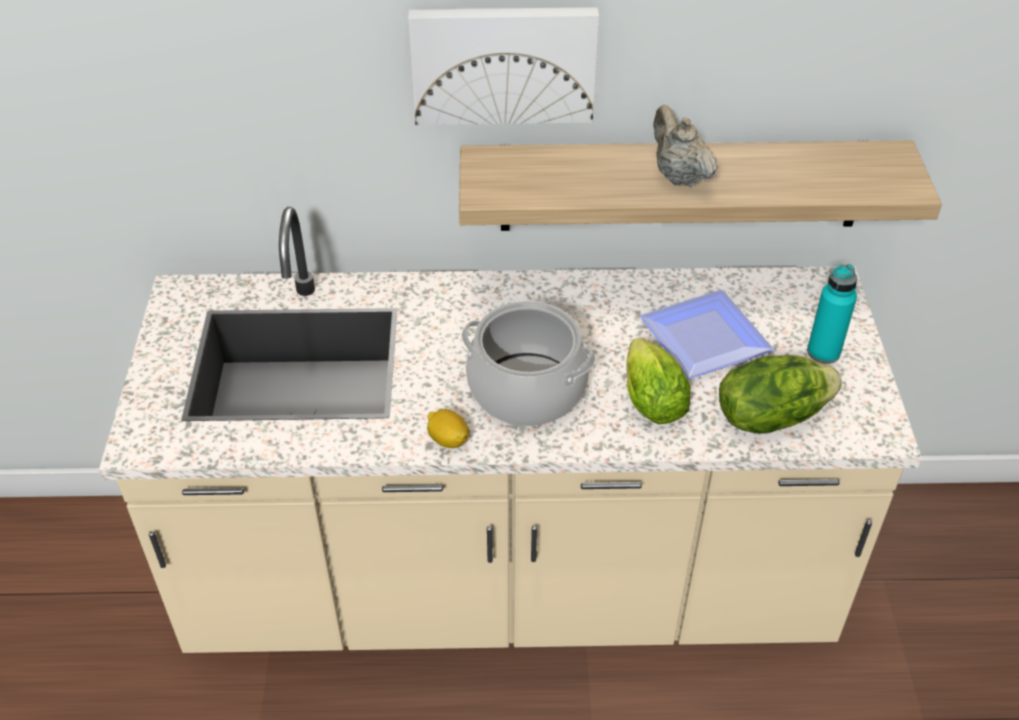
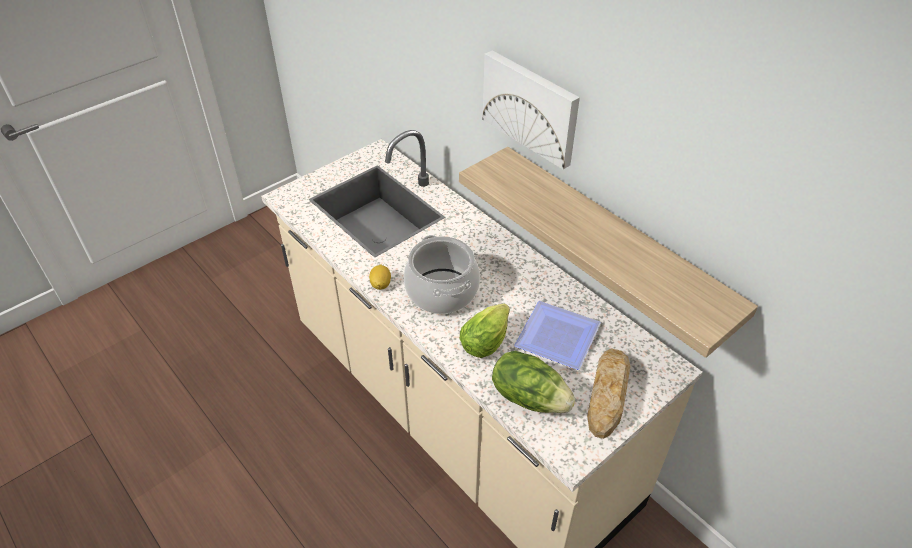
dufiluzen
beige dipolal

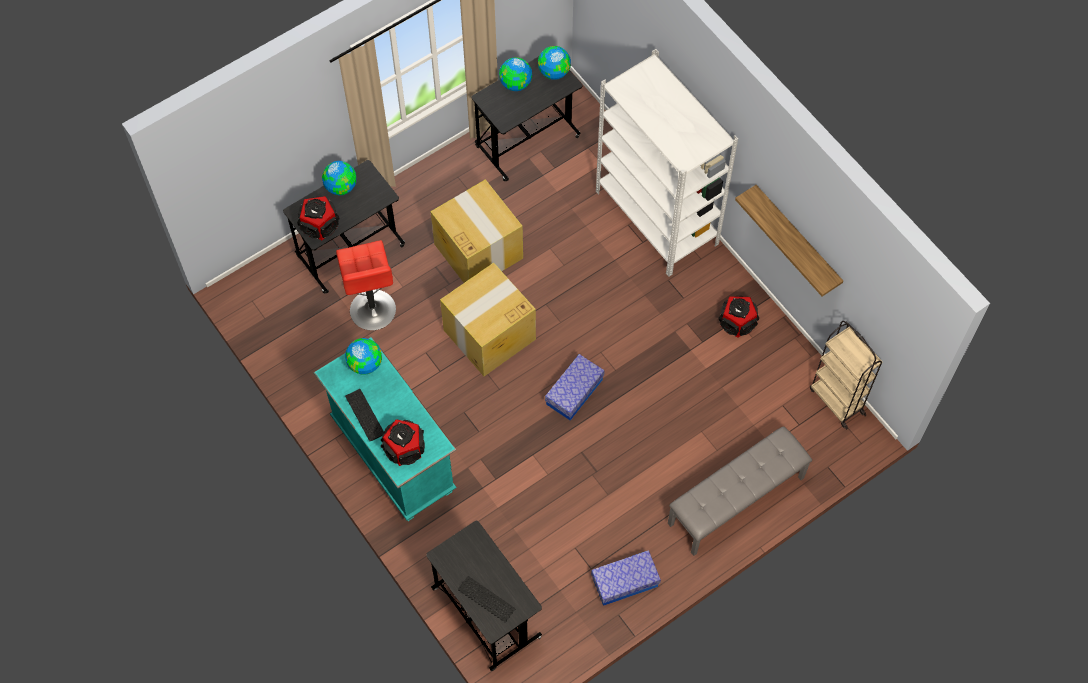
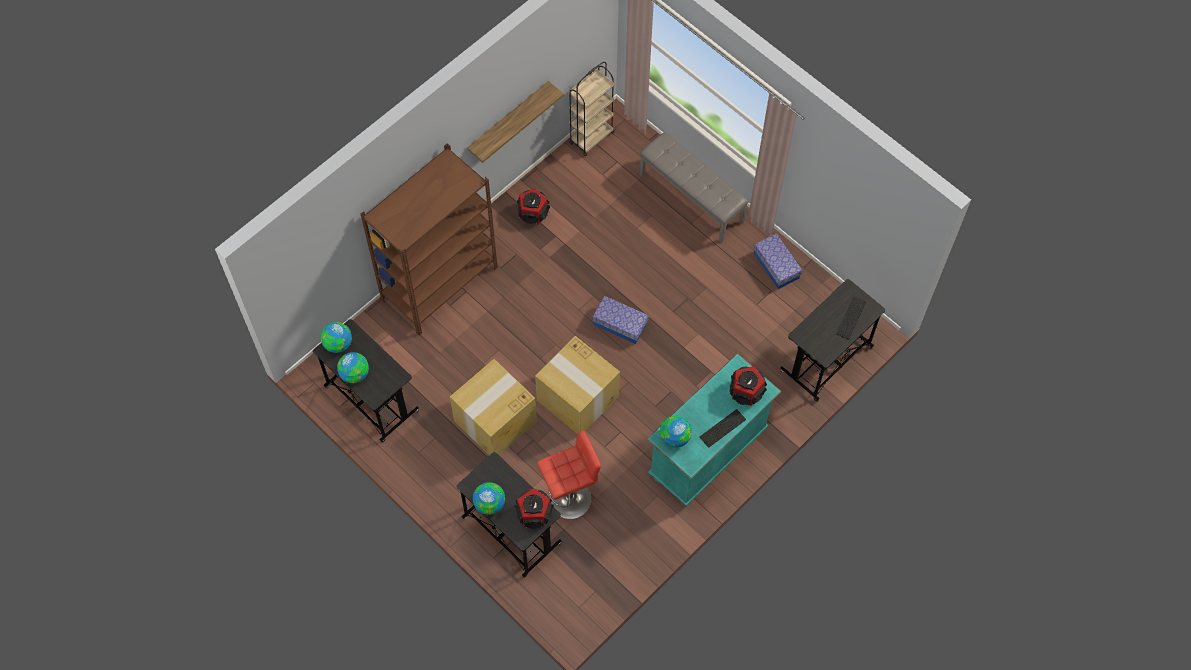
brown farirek

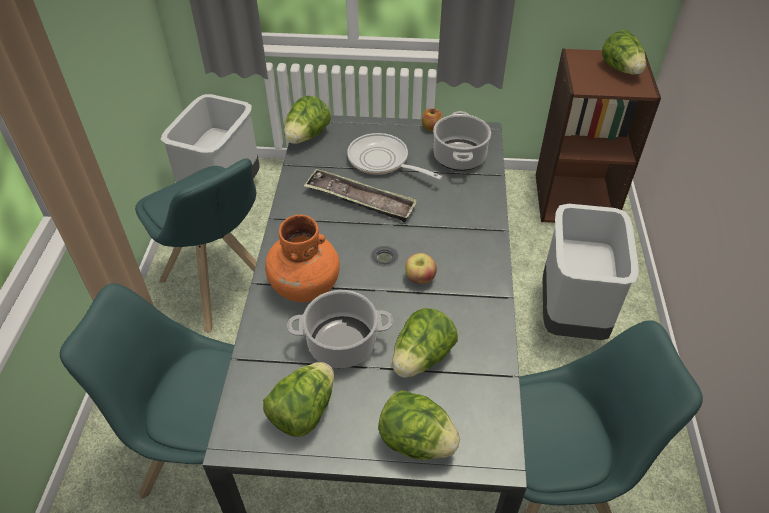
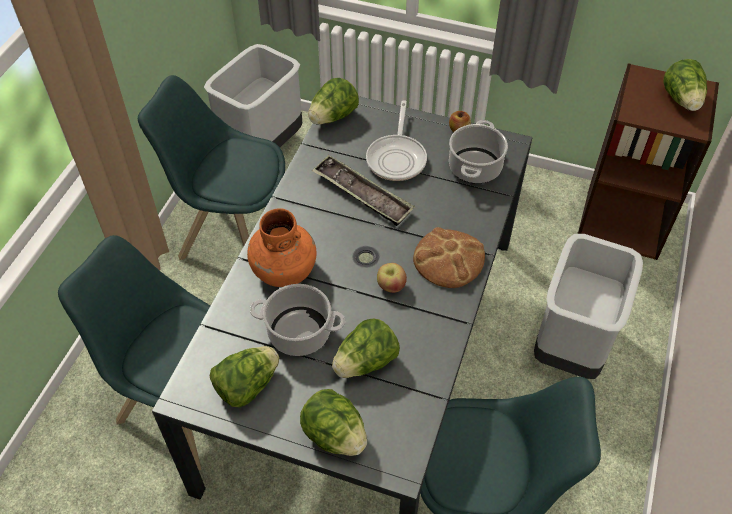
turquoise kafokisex (no. 2 from left)
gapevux
dufiluzen

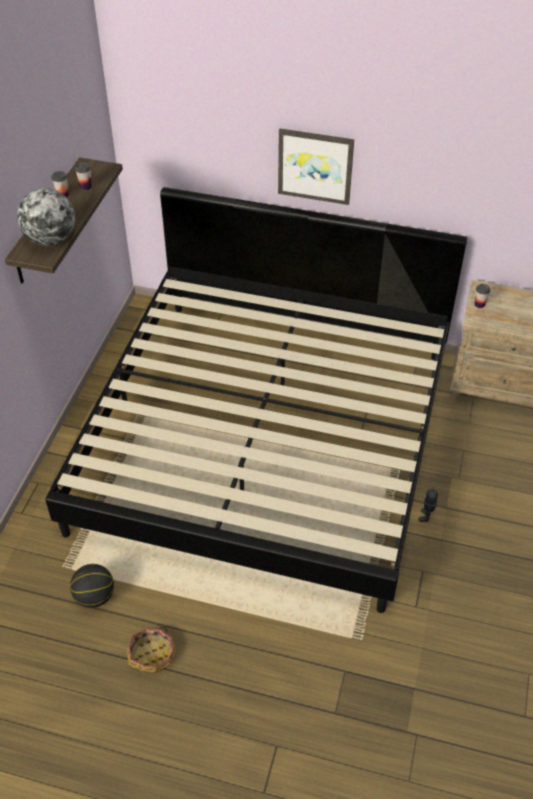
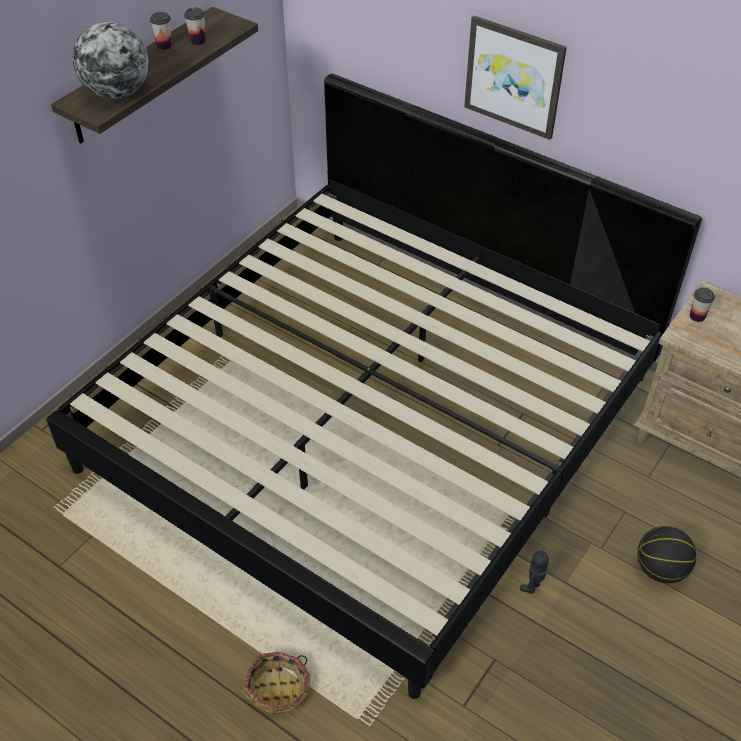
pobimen
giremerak

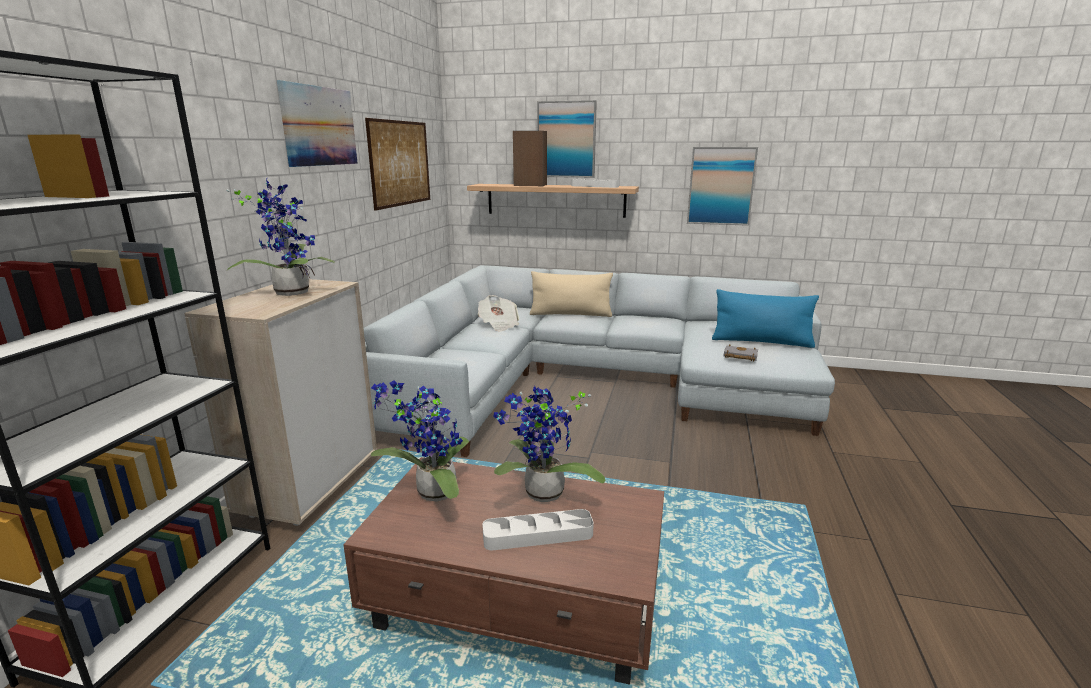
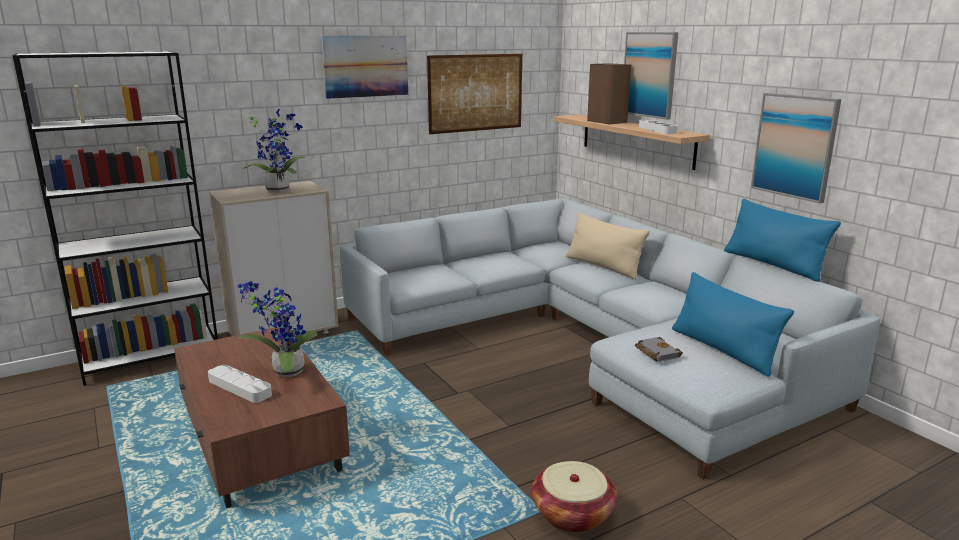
pobimen
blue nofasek (no. 2 from left)
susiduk (no. 2 from left in the first image)
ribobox

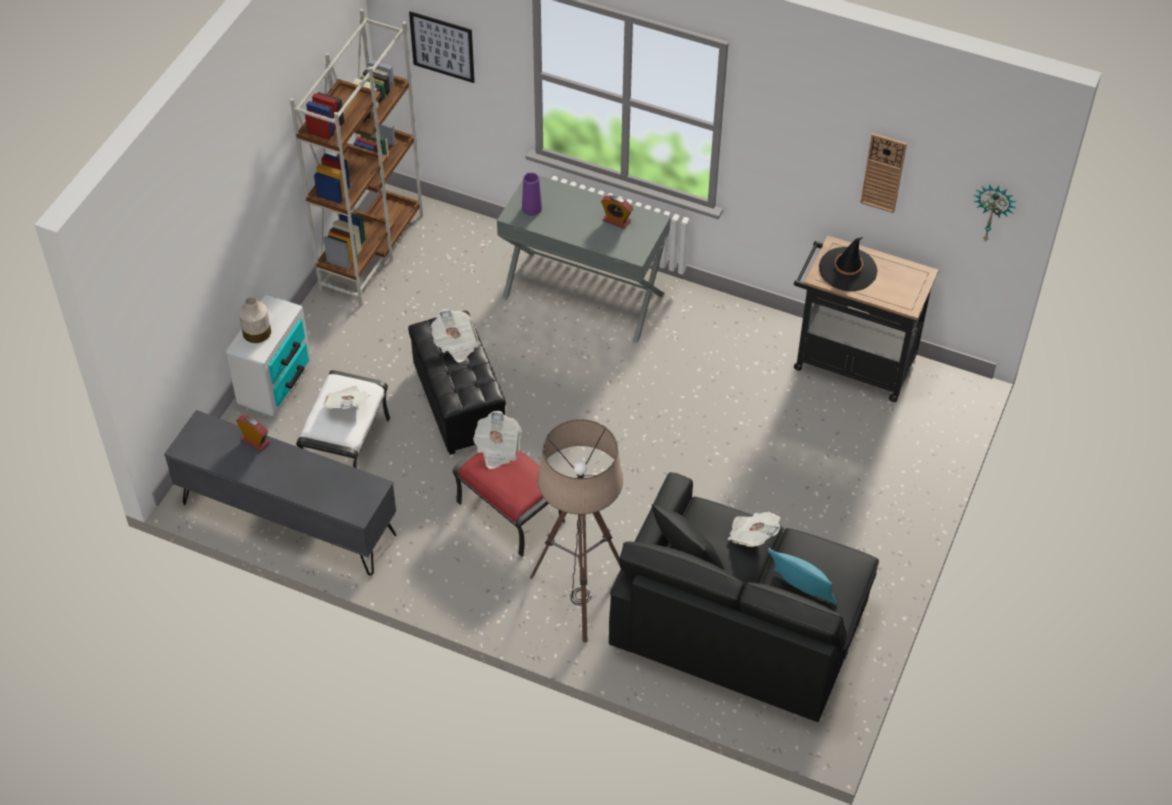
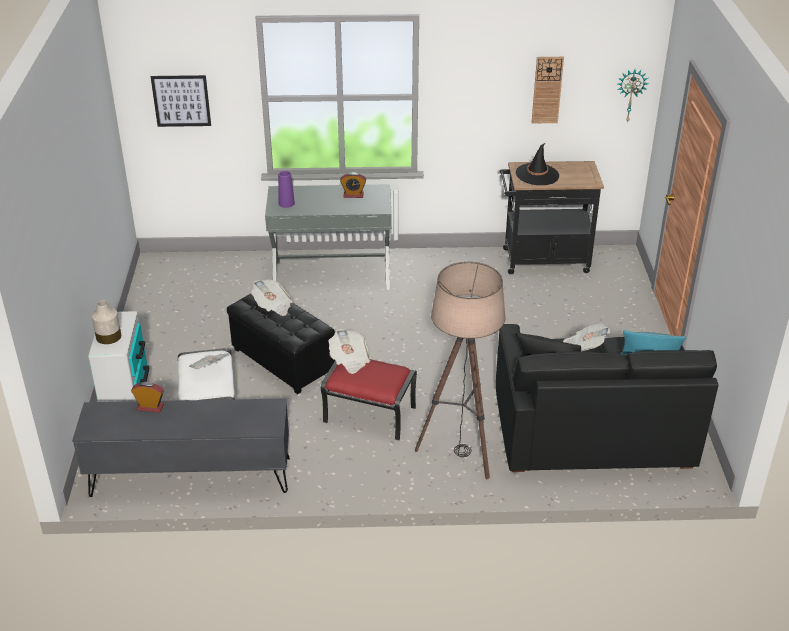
brown farirek

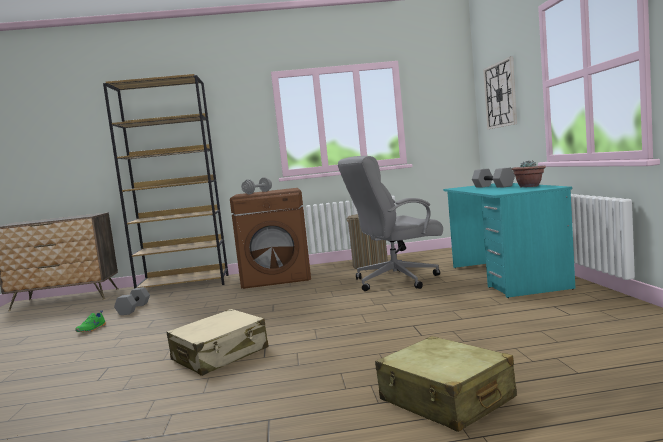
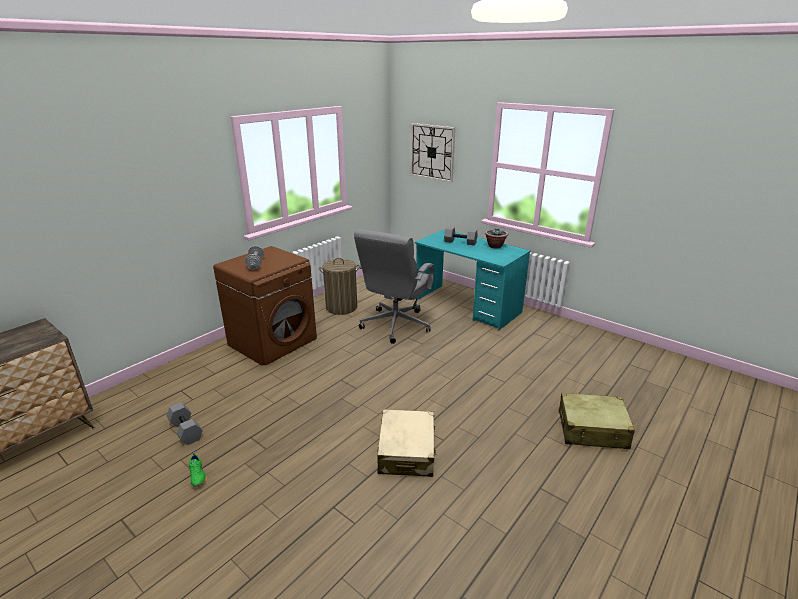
brown farirek

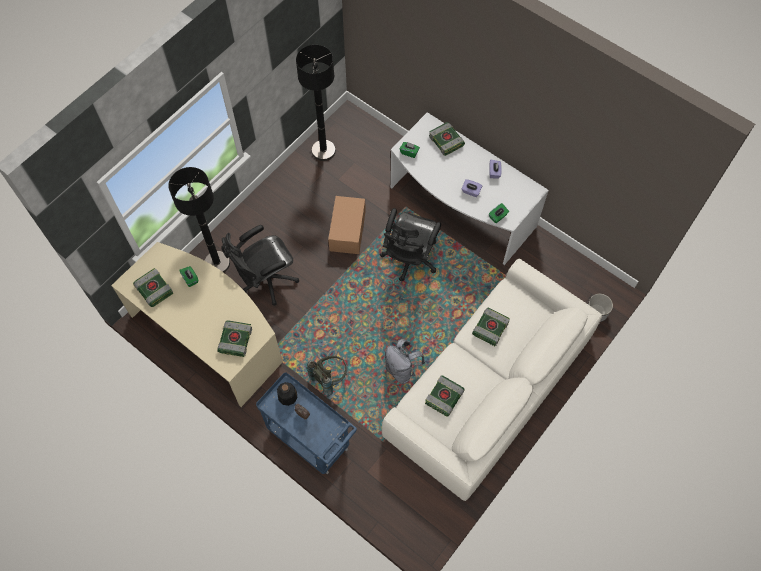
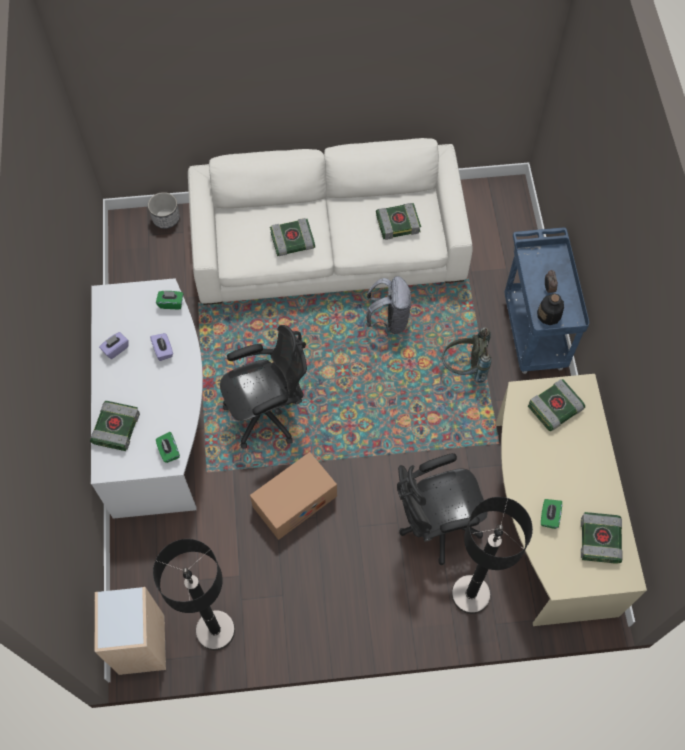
farirek
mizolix (no. 2 from left)

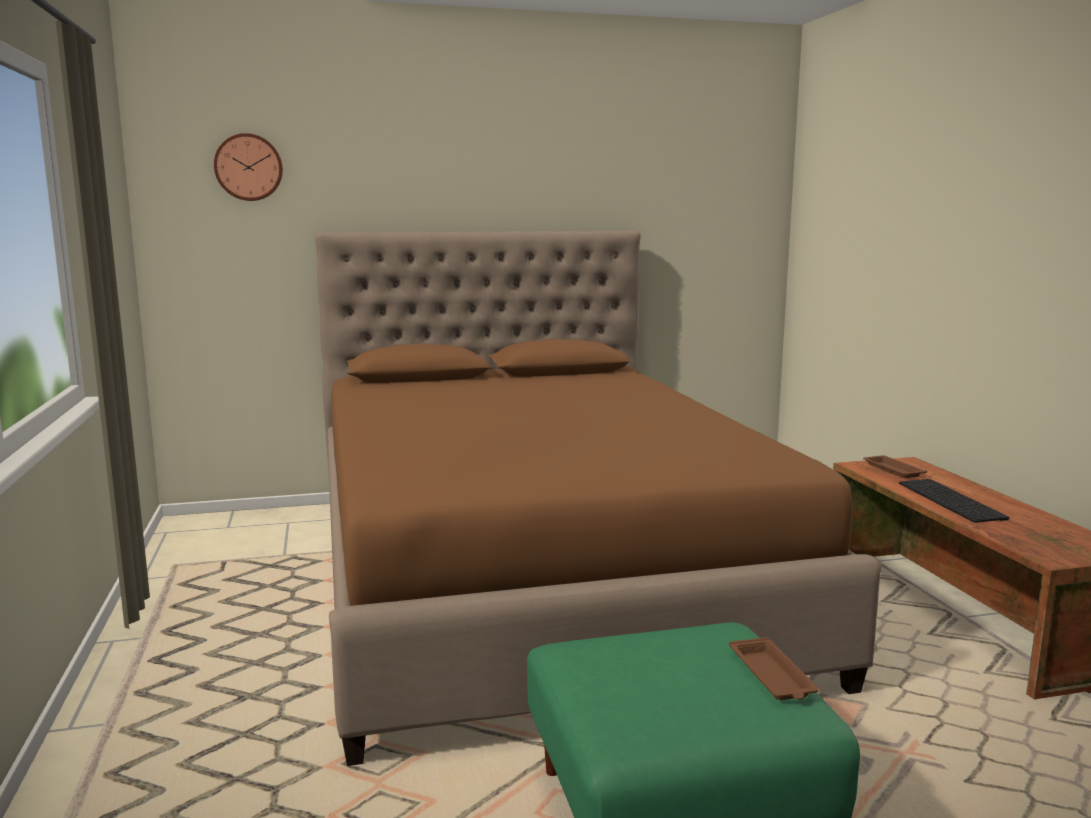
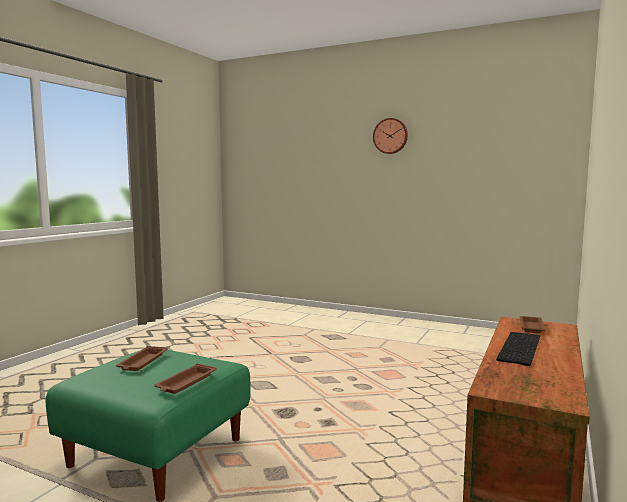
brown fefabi (no. 1 from left)
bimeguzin
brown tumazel

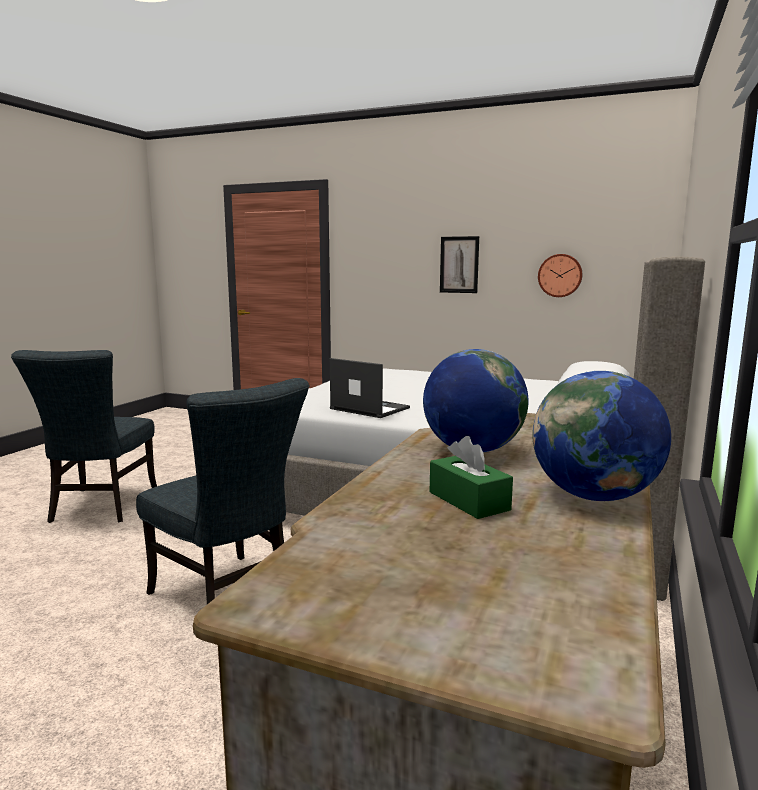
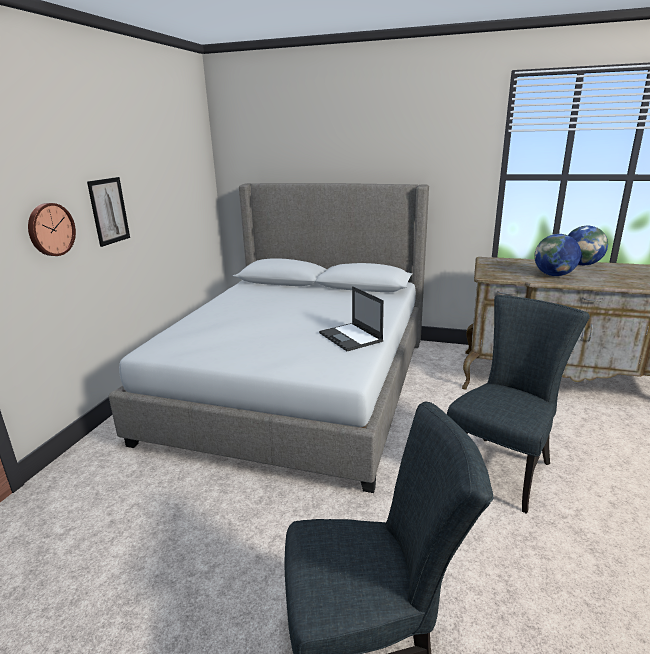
bimeguzin
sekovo
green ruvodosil

